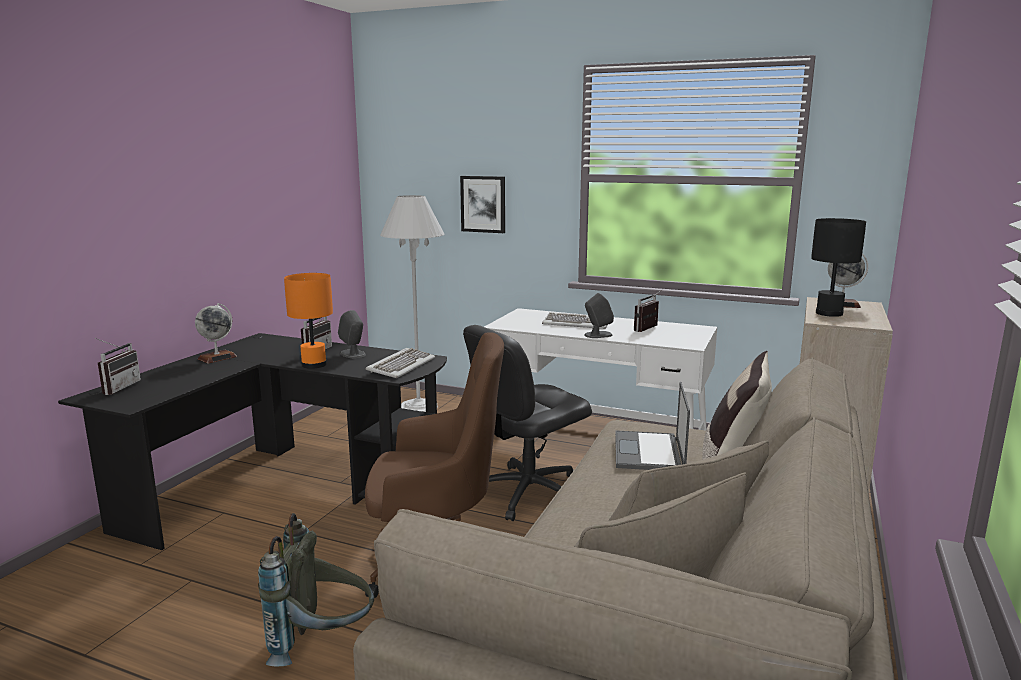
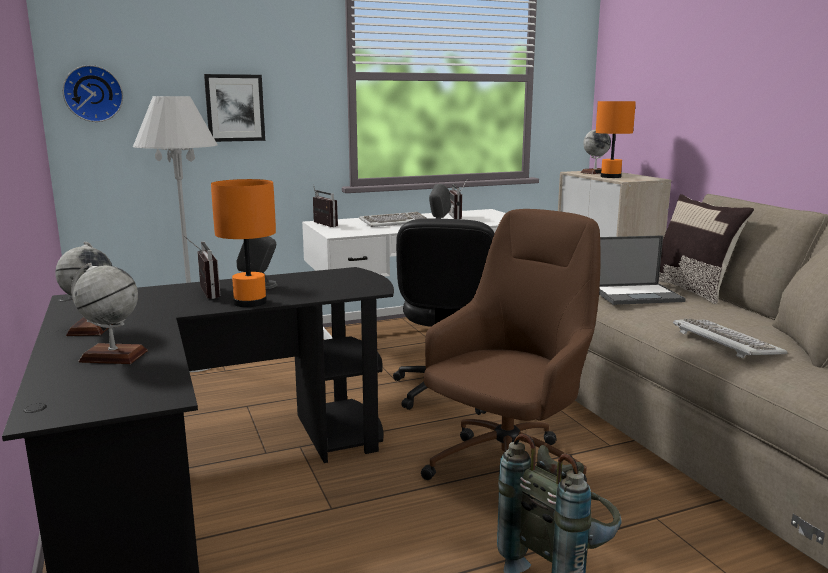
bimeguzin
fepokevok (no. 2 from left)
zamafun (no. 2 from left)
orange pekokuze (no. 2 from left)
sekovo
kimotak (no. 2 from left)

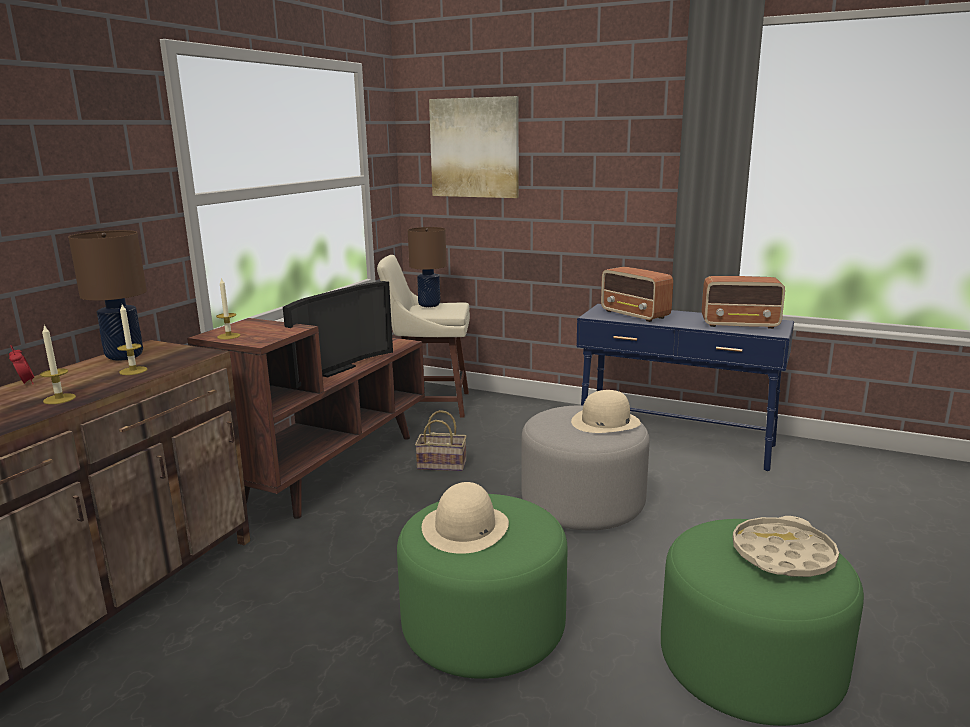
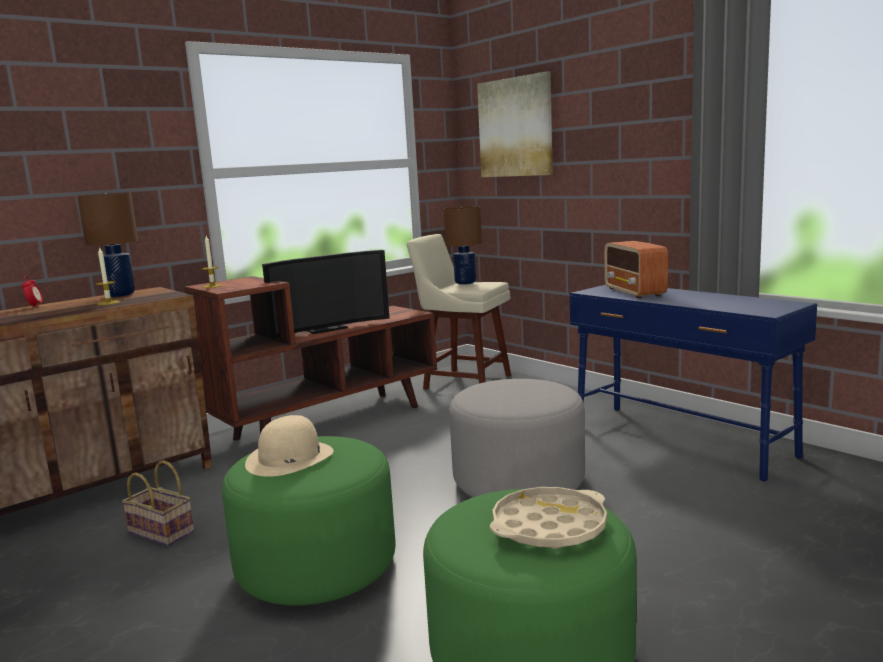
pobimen
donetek (no. 1 from left in the first image)
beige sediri (no. 2 from left in the first image)
zamafun (no. 2 from left in the first image)

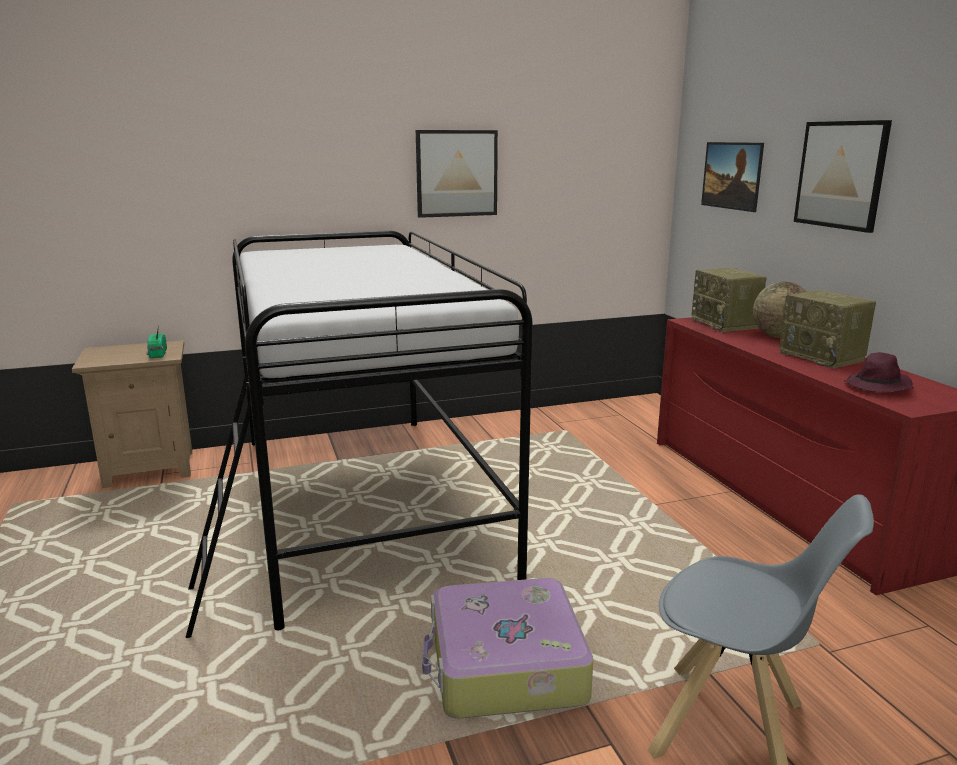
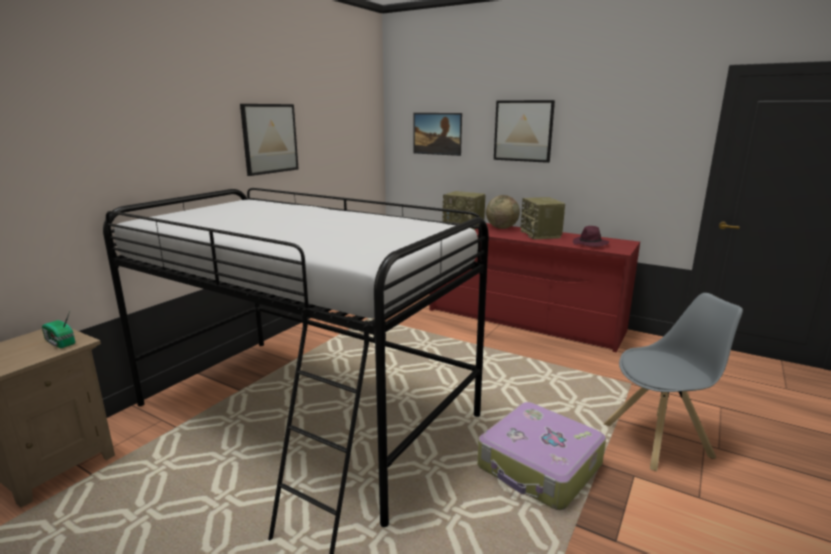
zamafun (no. 3 from left)

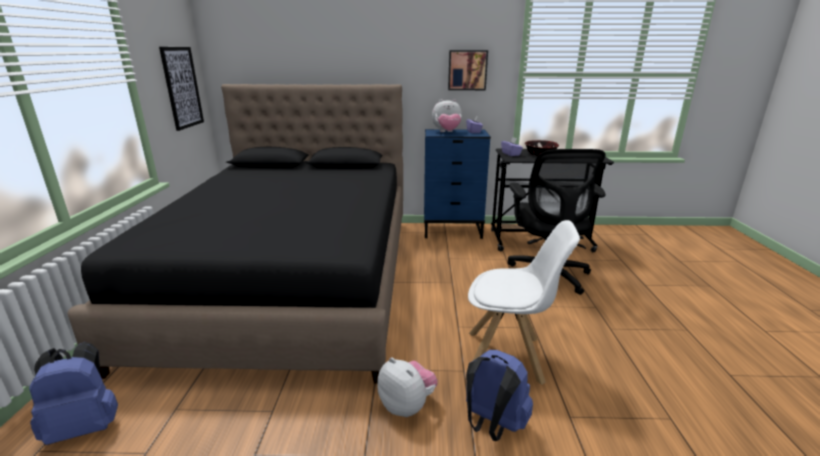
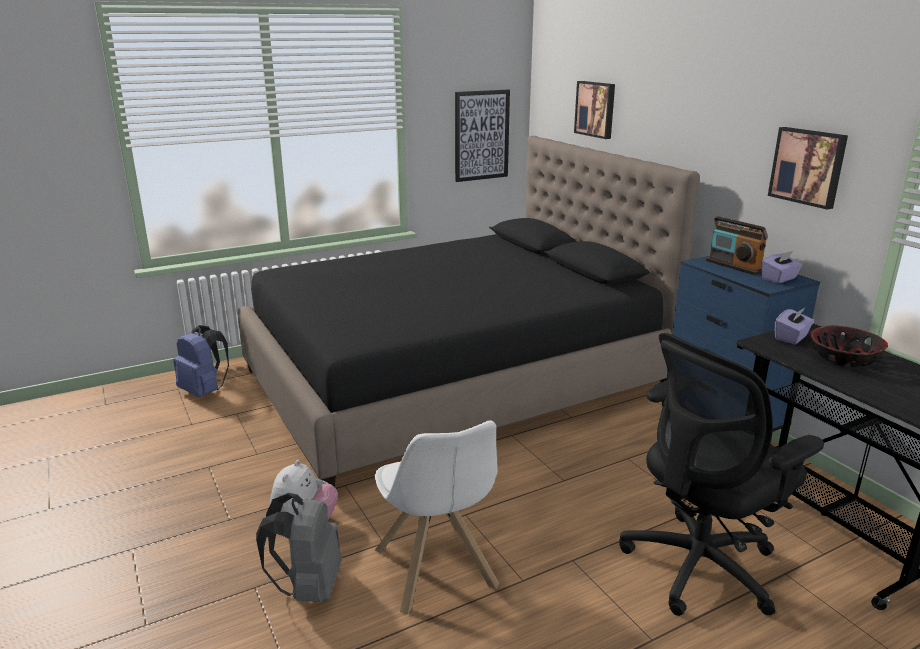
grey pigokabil
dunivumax (no. 2 from left)
zamafun

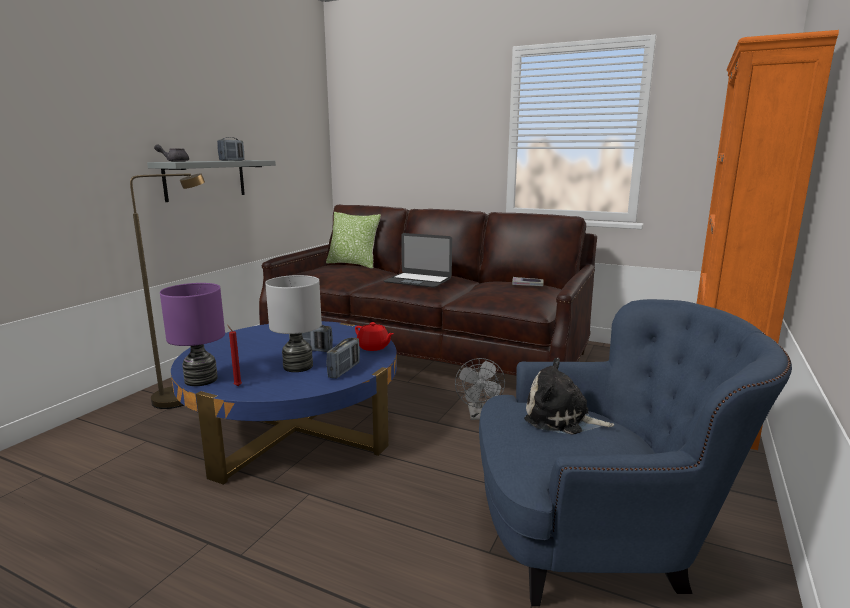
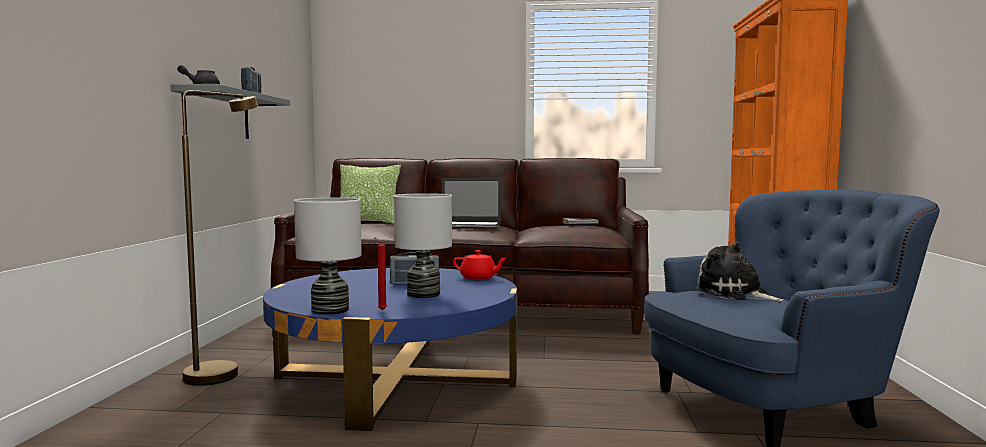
grey pekokuze (no. 1 from left)
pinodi
zamafun (no. 3 from left in the first image)
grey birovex

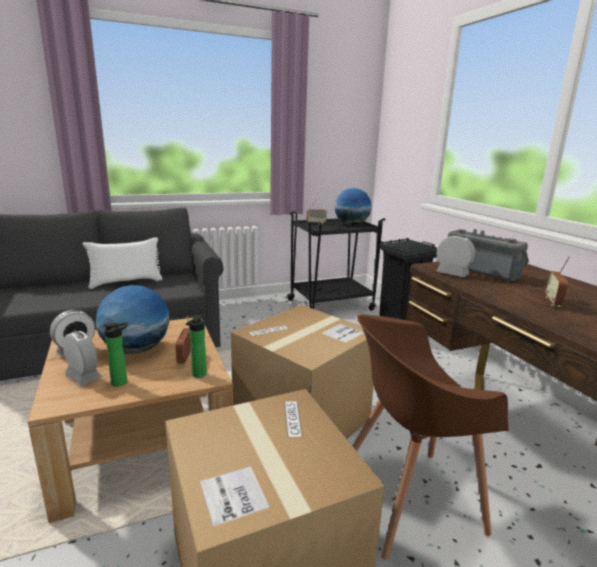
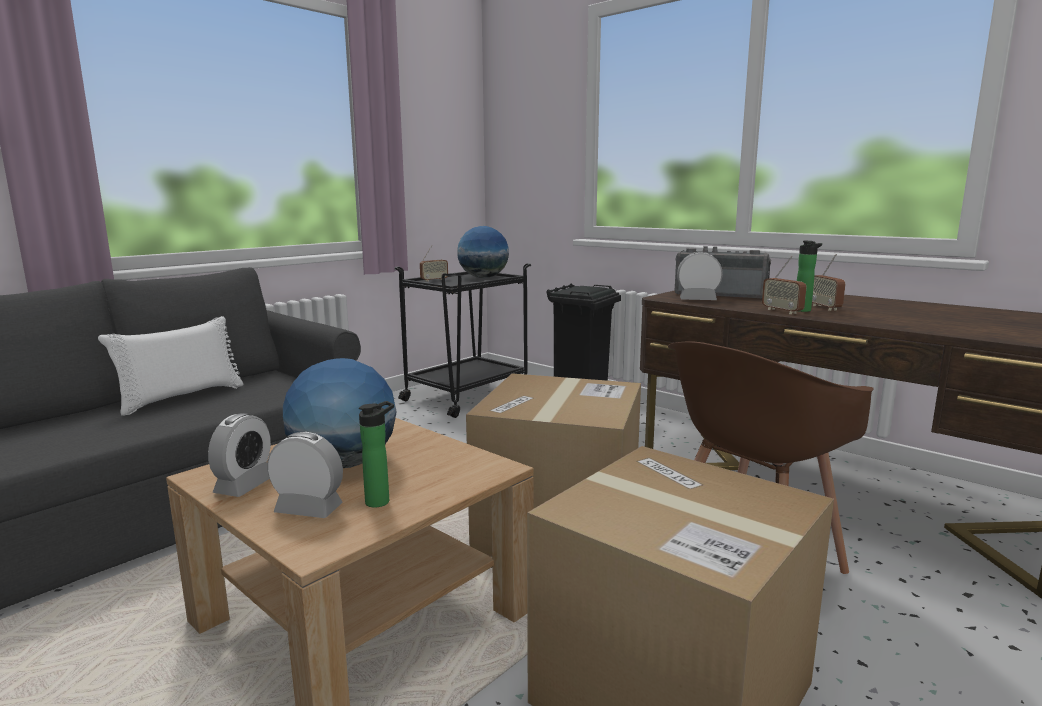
zamafun (no. 3 from left)
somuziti (no. 2 from left)

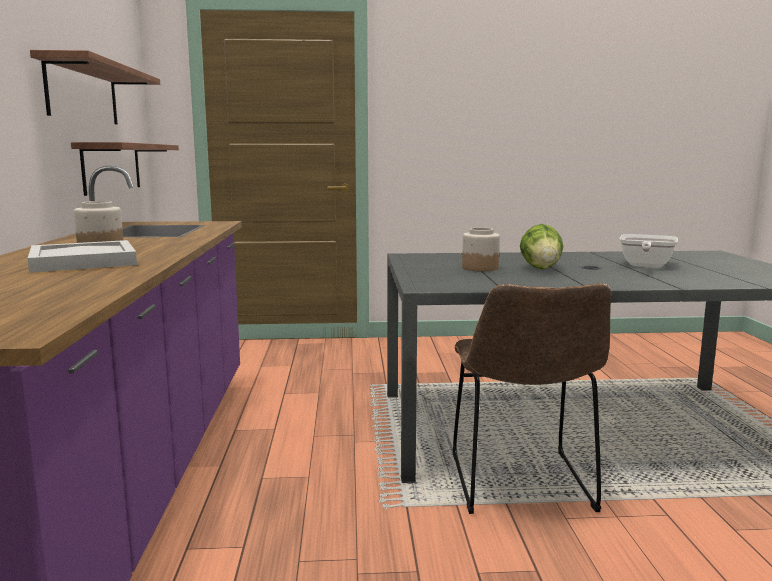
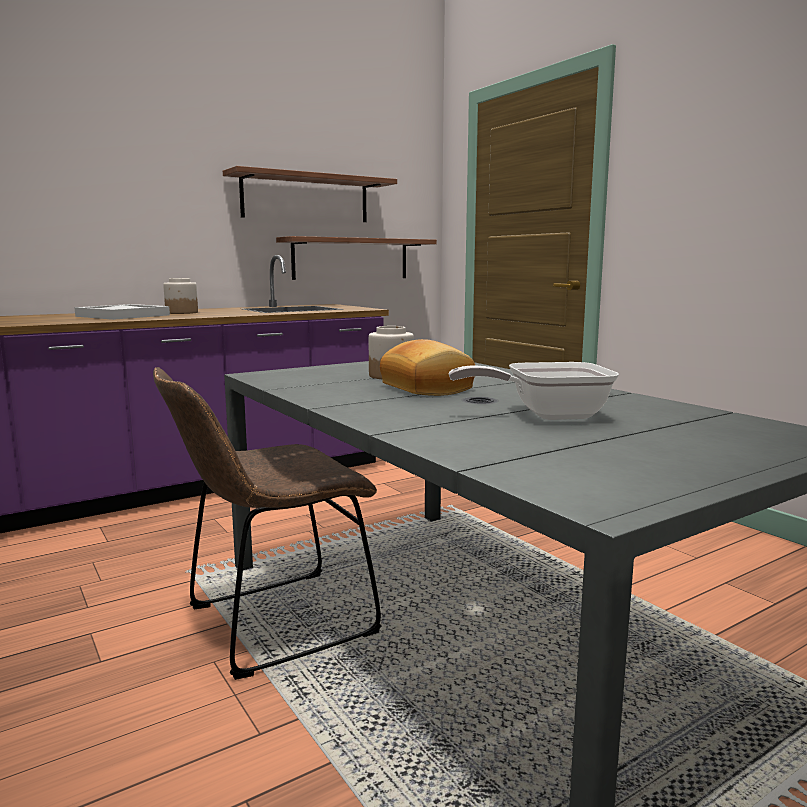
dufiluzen

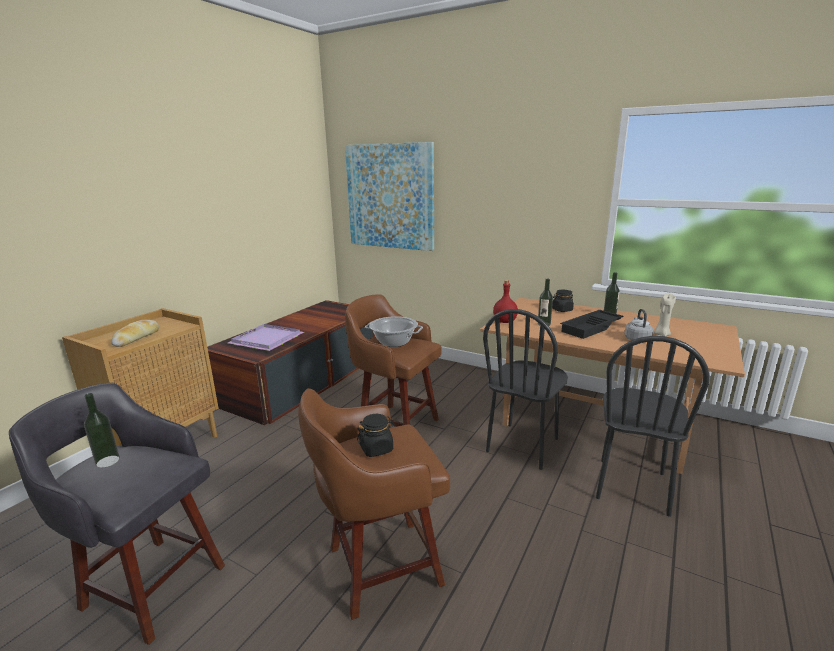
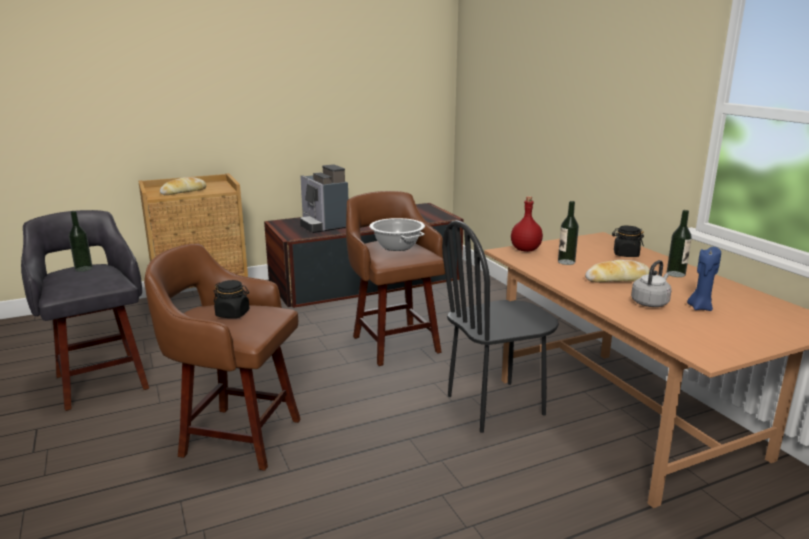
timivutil
dufiluzen (no. 2 from left)
blue donetek
dunivumax
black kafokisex (no. 2 from left in the first image)

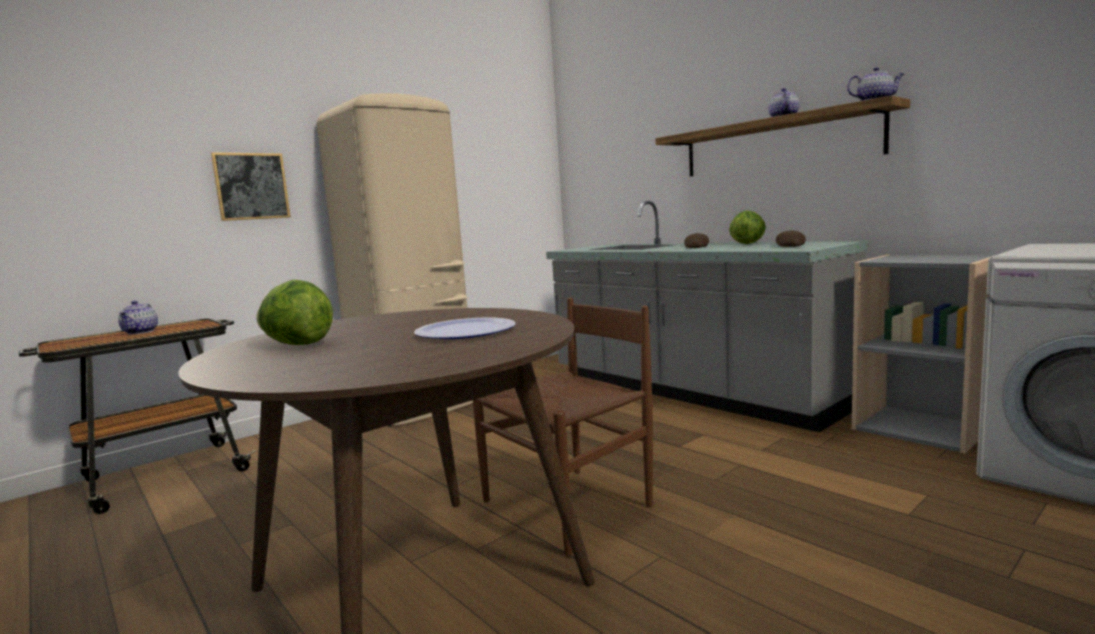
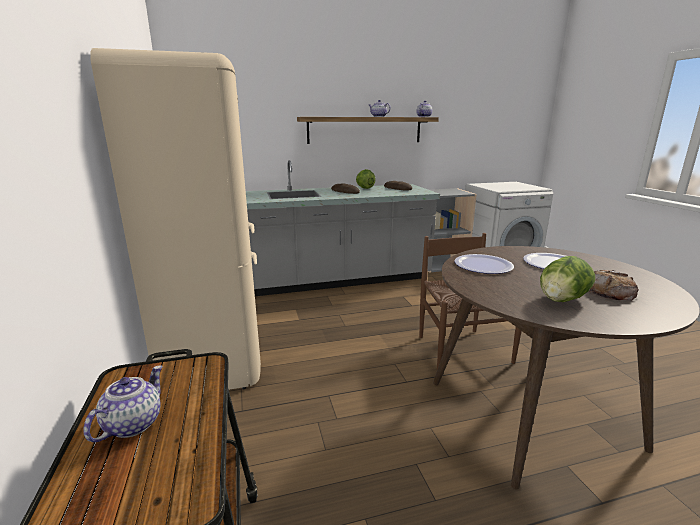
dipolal (no. 1 from left)
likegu (no. 1 from left)
dufiluzen (no. 3 from left)
dunivumax

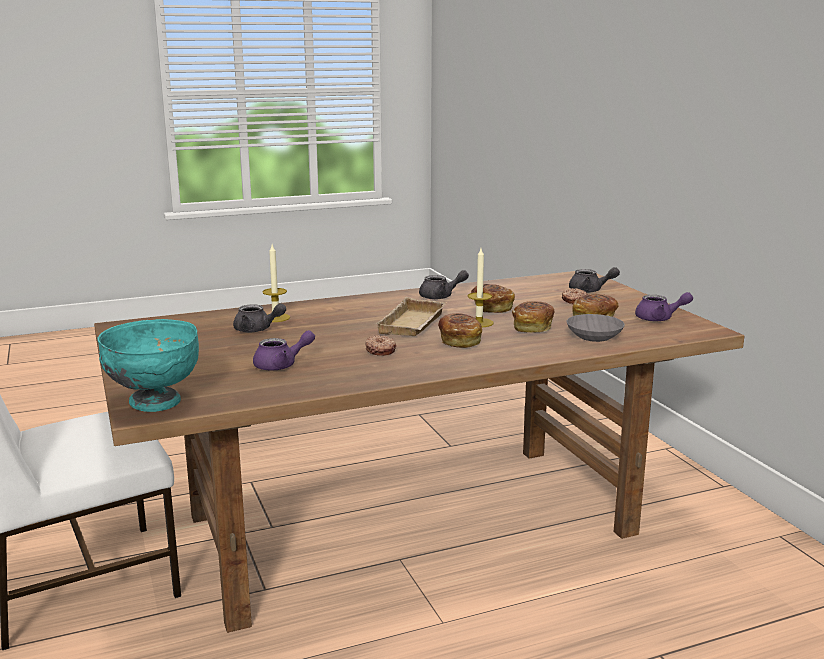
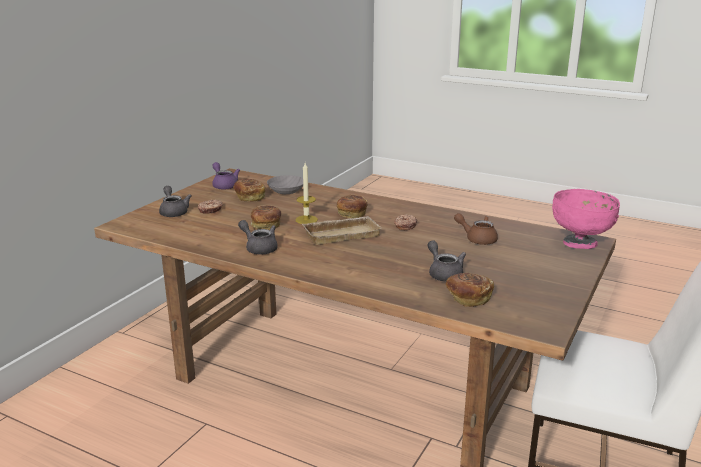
dufiluzen (no. 4 from left)
brown dipolal
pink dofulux
donetek (no. 1 from left in the first image)

